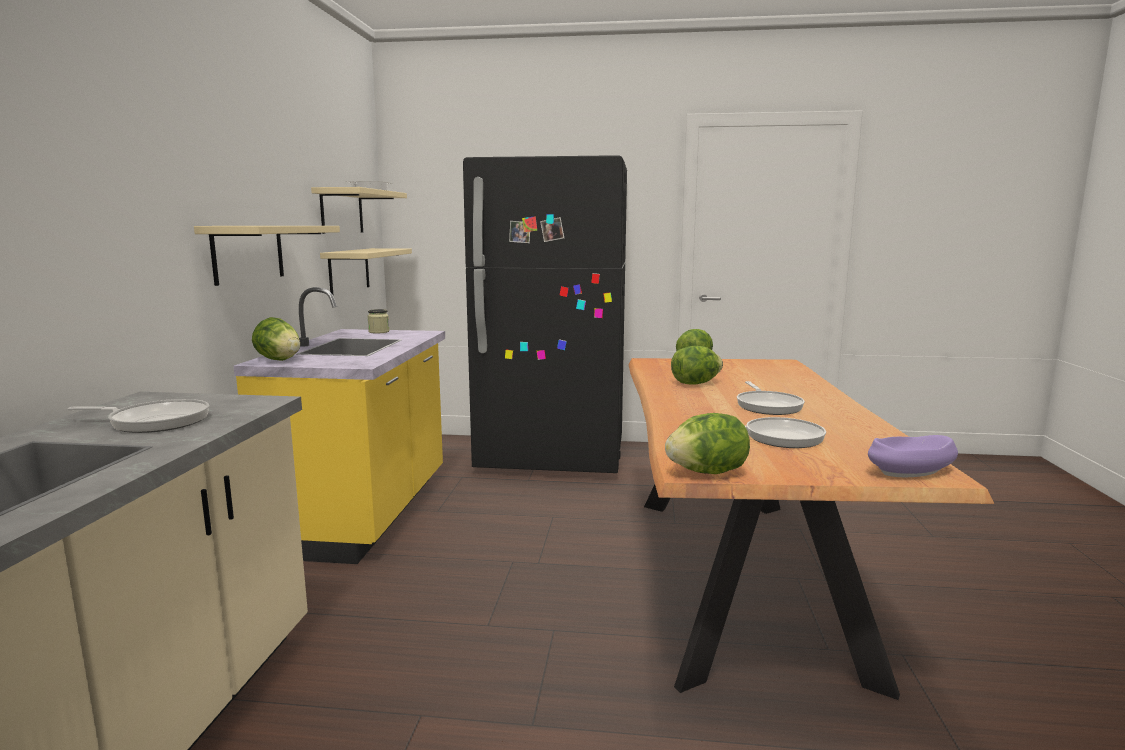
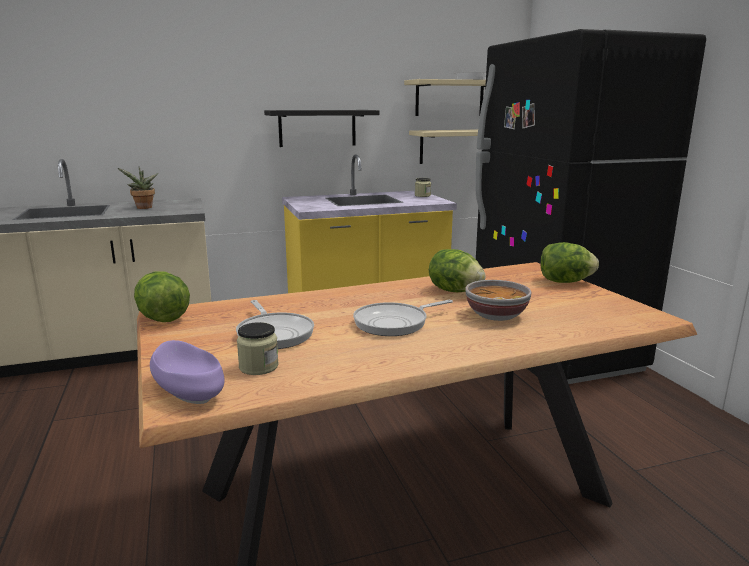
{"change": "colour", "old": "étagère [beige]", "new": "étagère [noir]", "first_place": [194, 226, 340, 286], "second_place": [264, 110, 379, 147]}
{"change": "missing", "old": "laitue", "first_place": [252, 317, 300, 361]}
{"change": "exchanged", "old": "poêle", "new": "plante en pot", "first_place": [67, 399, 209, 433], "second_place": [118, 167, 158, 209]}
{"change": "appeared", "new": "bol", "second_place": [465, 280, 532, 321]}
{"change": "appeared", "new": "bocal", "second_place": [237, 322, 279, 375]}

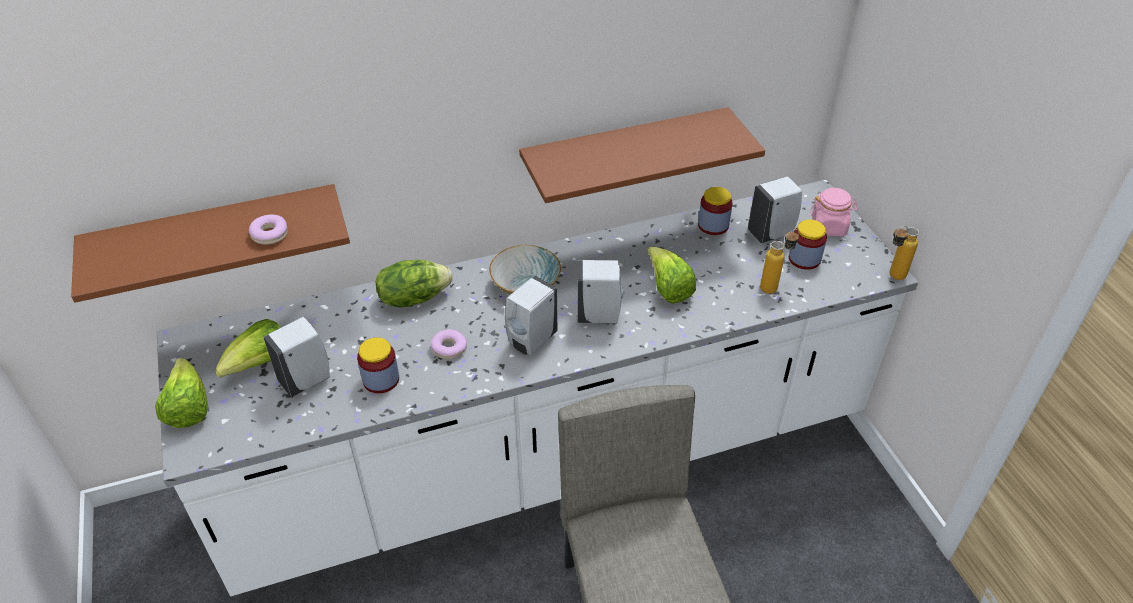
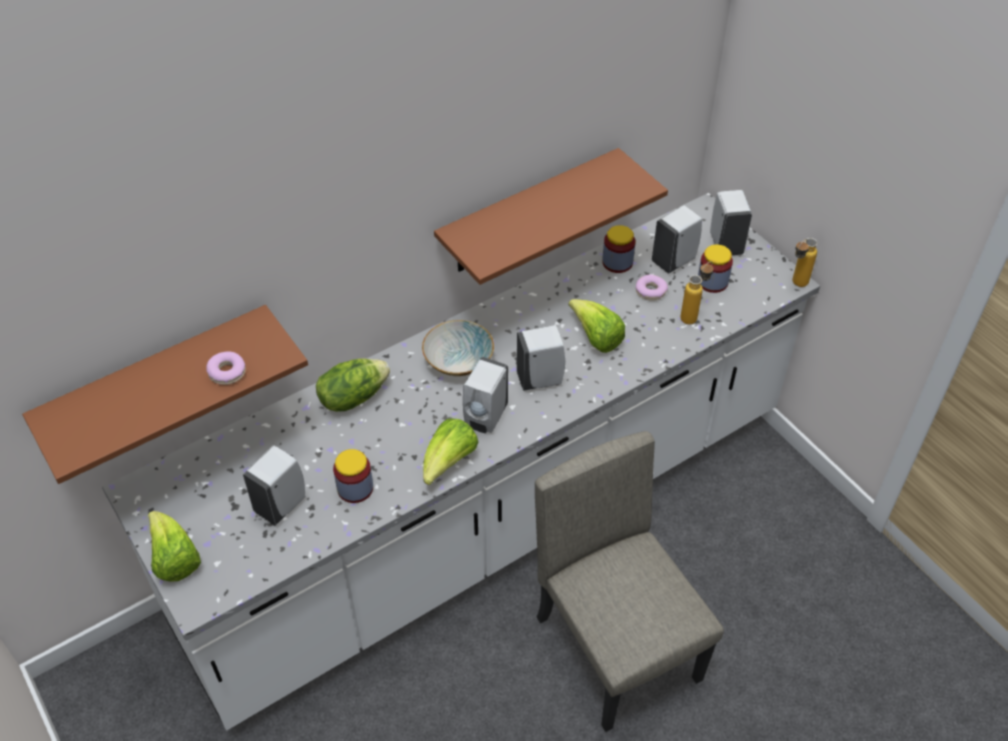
{"change": "exchanged", "old": "bocal [rose]", "new": "distributeur de savon [blanc]", "first_place": [810, 188, 858, 236], "second_place": [710, 190, 752, 255]}
{"change": "relocated", "old": "laitue", "first_place": [215, 319, 281, 378], "second_place": [423, 418, 478, 485]}
{"change": "relocated", "old": "beignet", "first_place": [431, 329, 467, 359], "second_place": [636, 275, 668, 301]}

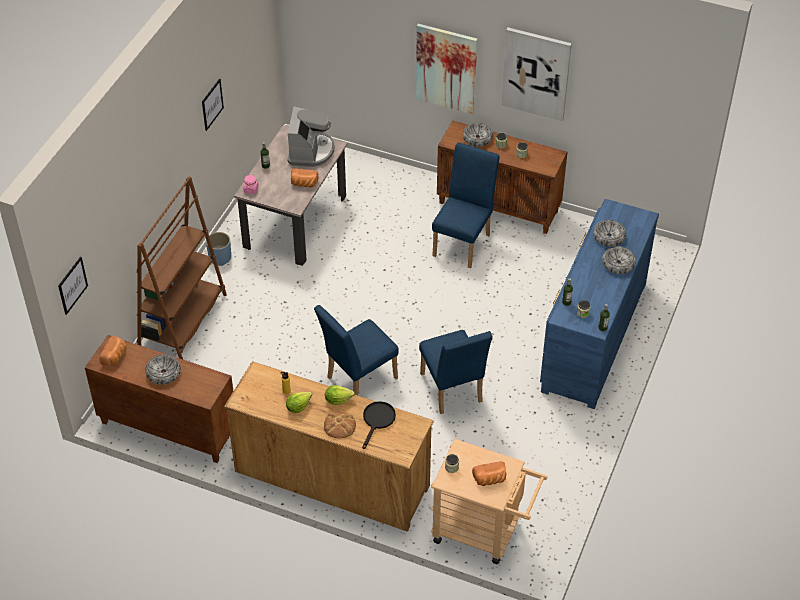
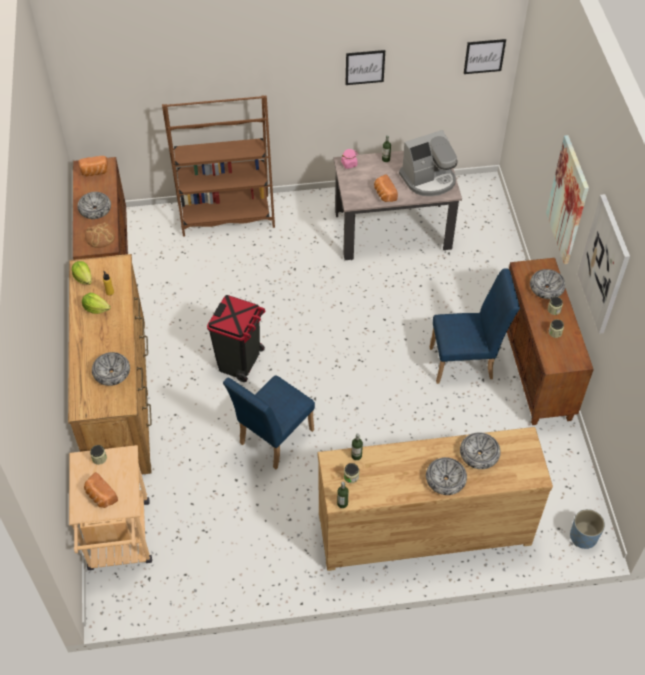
{"change": "colour", "old": "commode [bleu]", "new": "commode [marron]", "first_place": [540, 199, 659, 409], "second_place": [318, 427, 553, 571]}
{"change": "relocated", "old": "cache-pot [bleu]", "first_place": [206, 232, 231, 266], "second_place": [570, 509, 605, 549]}
{"change": "relocated", "old": "tableau", "first_place": [58, 257, 88, 315], "second_place": [464, 39, 506, 74]}
{"change": "exchanged", "old": "chaise [bleu]", "new": "poubelle [noir]", "first_place": [314, 305, 399, 395], "second_place": [207, 295, 265, 382]}
{"change": "relocated", "old": "laitue", "first_place": [325, 385, 355, 405], "second_place": [72, 261, 92, 285]}
{"change": "exchanged", "old": "poêle [noir]", "new": "bol", "first_place": [362, 401, 396, 449], "second_place": [92, 352, 130, 386]}
{"change": "relocated", "old": "pain", "first_place": [324, 412, 356, 438], "second_place": [85, 222, 115, 248]}

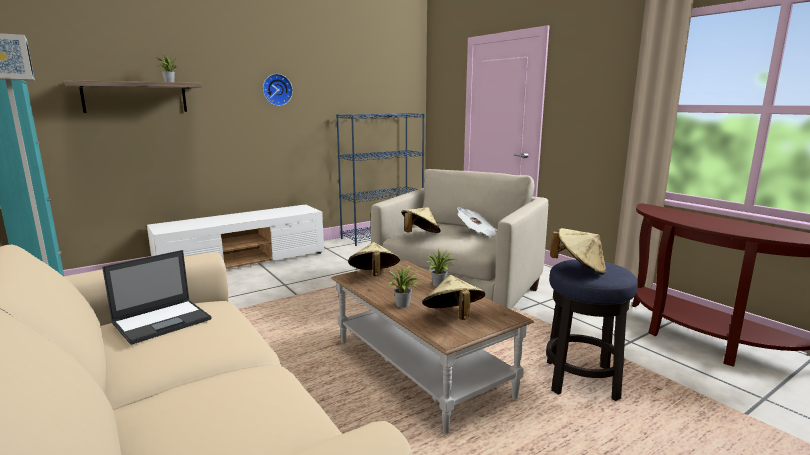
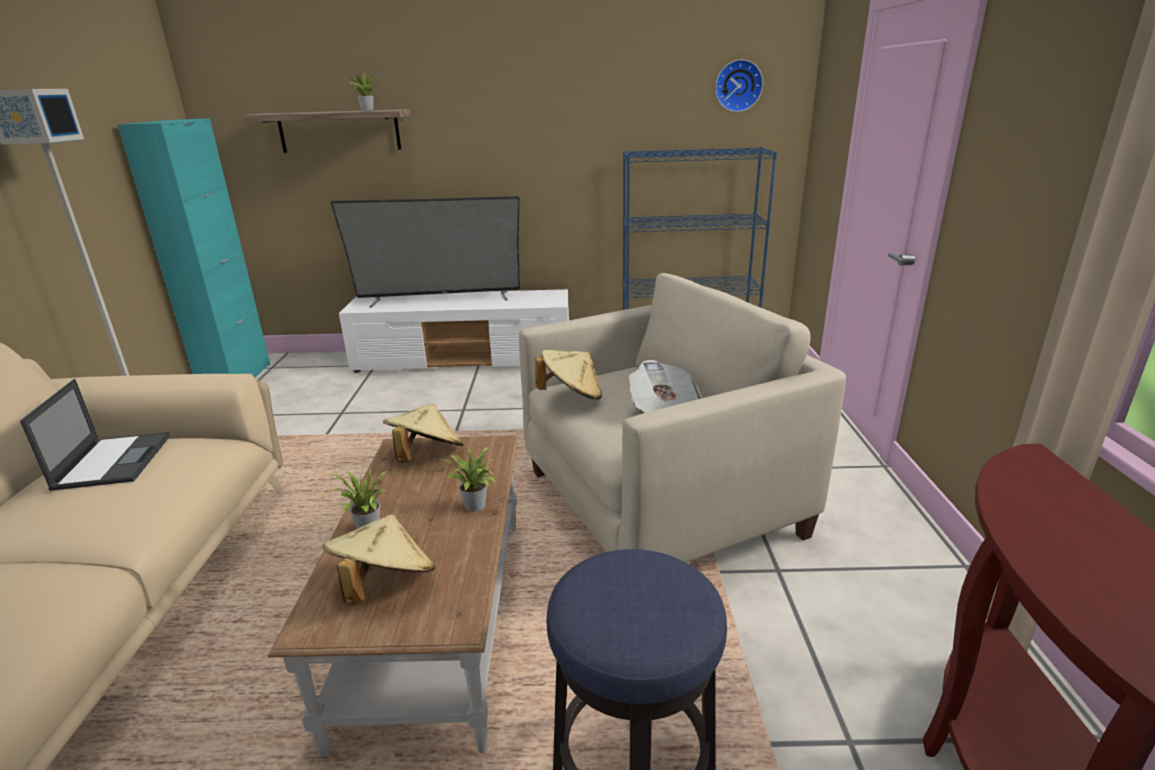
{"change": "relocated", "old": "horloge murale", "first_place": [263, 74, 293, 106], "second_place": [715, 59, 763, 112]}
{"change": "missing", "old": "chapeau [beige]", "first_place": [550, 228, 606, 275]}
{"change": "spun", "old": "ordinateur portable", "first_place": [102, 250, 211, 345], "second_place": [20, 379, 171, 491], "degrees": -90}
{"change": "appeared", "new": "téléviseur", "second_place": [330, 196, 520, 308]}

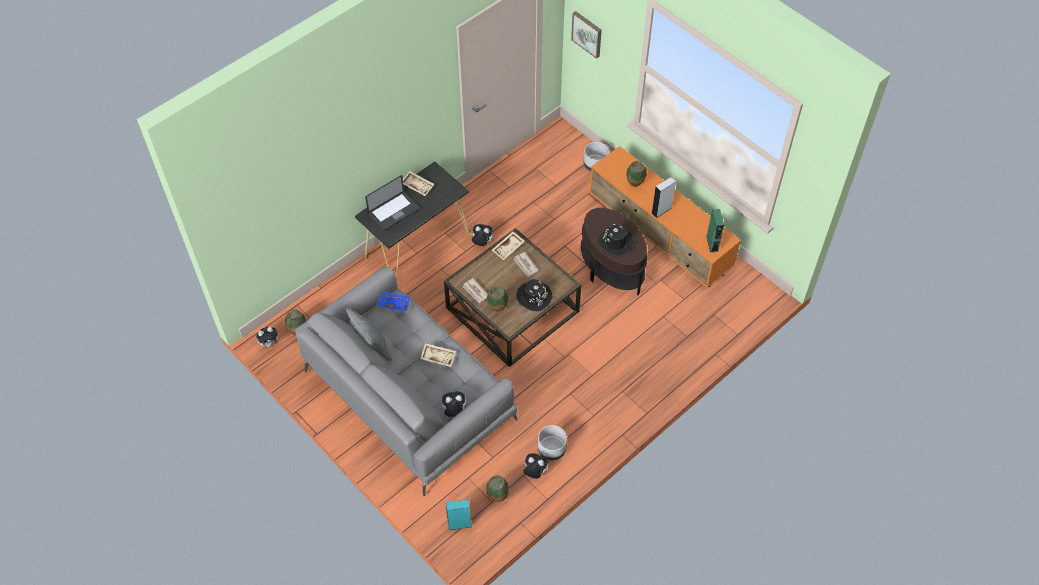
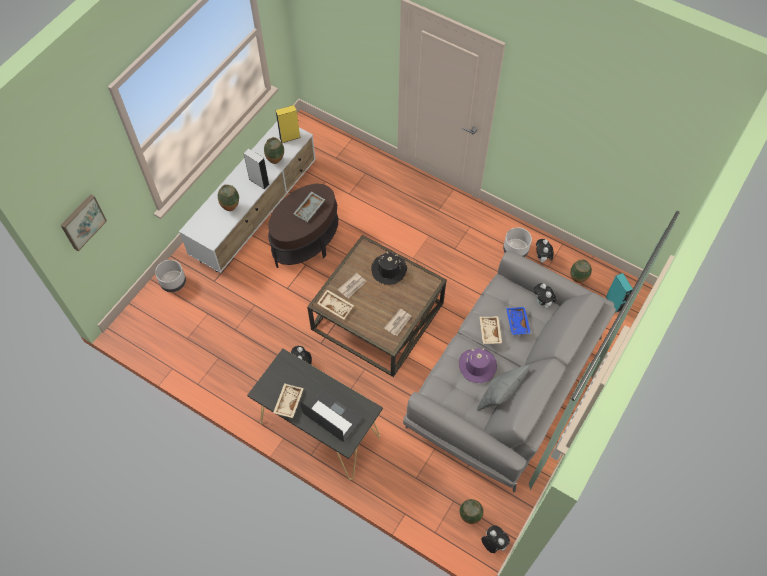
{"change": "colour", "old": "meuble télé [orange]", "new": "meuble télé [blanc]", "first_place": [589, 146, 741, 288], "second_place": [179, 122, 316, 273]}
{"change": "colour", "old": "enceinte [vert]", "new": "enceinte [jaune]", "first_place": [706, 209, 724, 252], "second_place": [275, 105, 301, 143]}
{"change": "exchanged", "old": "chapeau [noir]", "new": "plateau [gris]", "first_place": [598, 223, 633, 255], "second_place": [294, 192, 325, 222]}
{"change": "relocated", "old": "vase", "first_place": [487, 286, 508, 312], "second_place": [264, 137, 284, 164]}
{"change": "relocated", "old": "plateau [bleu]", "first_place": [376, 291, 411, 312], "second_place": [506, 307, 531, 335]}
{"change": "appeared", "new": "chapeau [violet]", "second_place": [459, 348, 497, 383]}

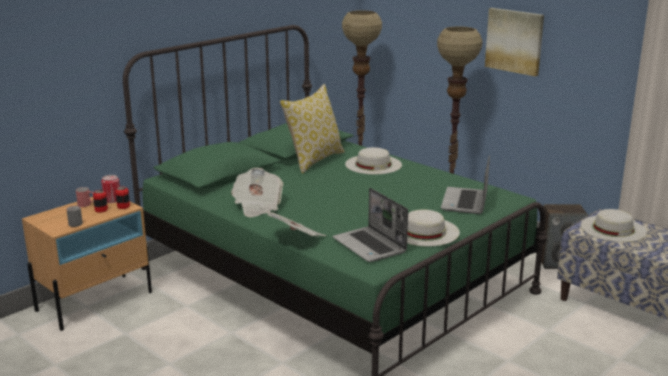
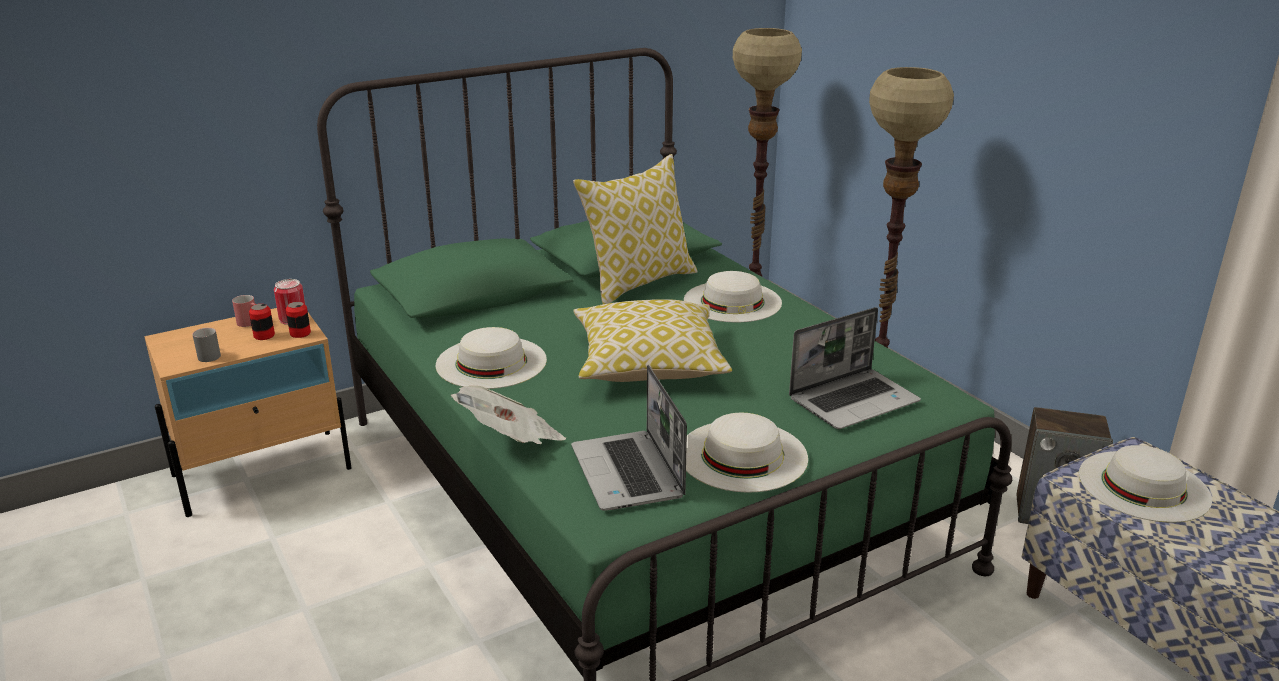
{"change": "missing", "old": "tableau", "first_place": [485, 8, 544, 76]}
{"change": "spun", "old": "ordinateur portable", "first_place": [441, 155, 490, 214], "second_place": [789, 307, 921, 429], "degrees": -150}
{"change": "exchanged", "old": "journal", "new": "chapeau [blanc]", "first_place": [231, 168, 283, 217], "second_place": [436, 327, 547, 389]}
{"change": "appeared", "new": "coussin", "second_place": [573, 299, 732, 382]}

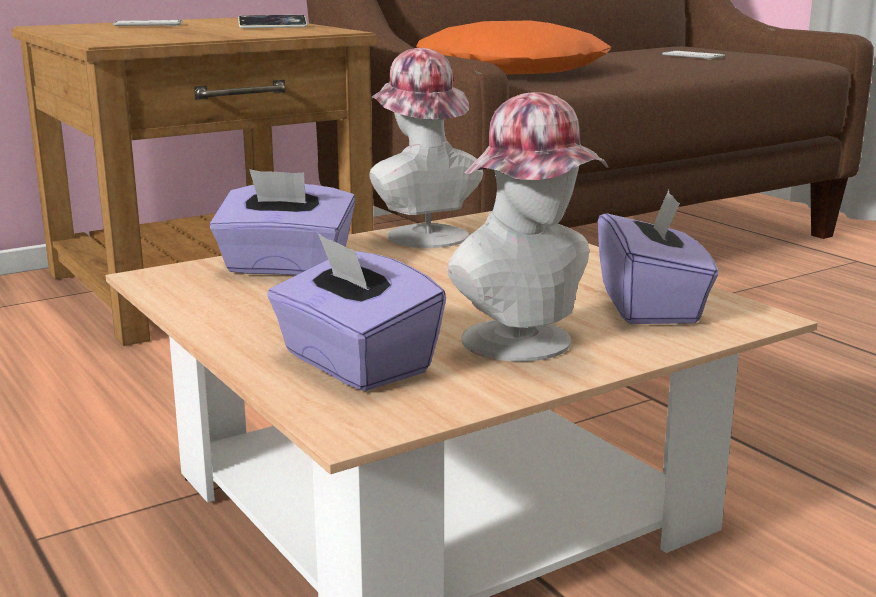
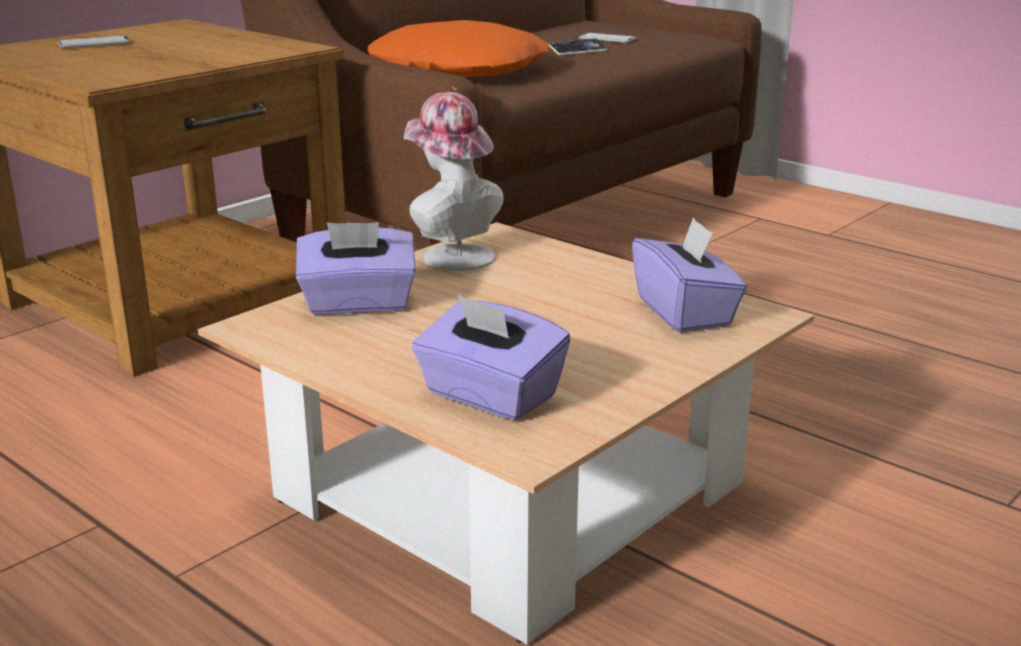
{"change": "relocated", "old": "téléphone", "first_place": [238, 15, 307, 28], "second_place": [549, 38, 608, 55]}
{"change": "missing", "old": "chapeau", "first_place": [447, 92, 609, 361]}

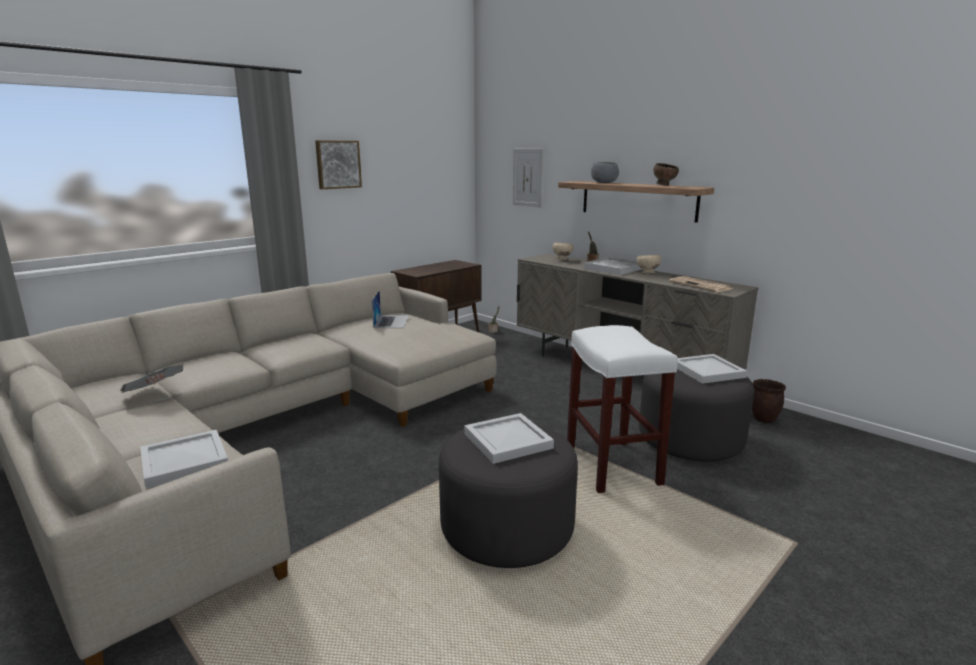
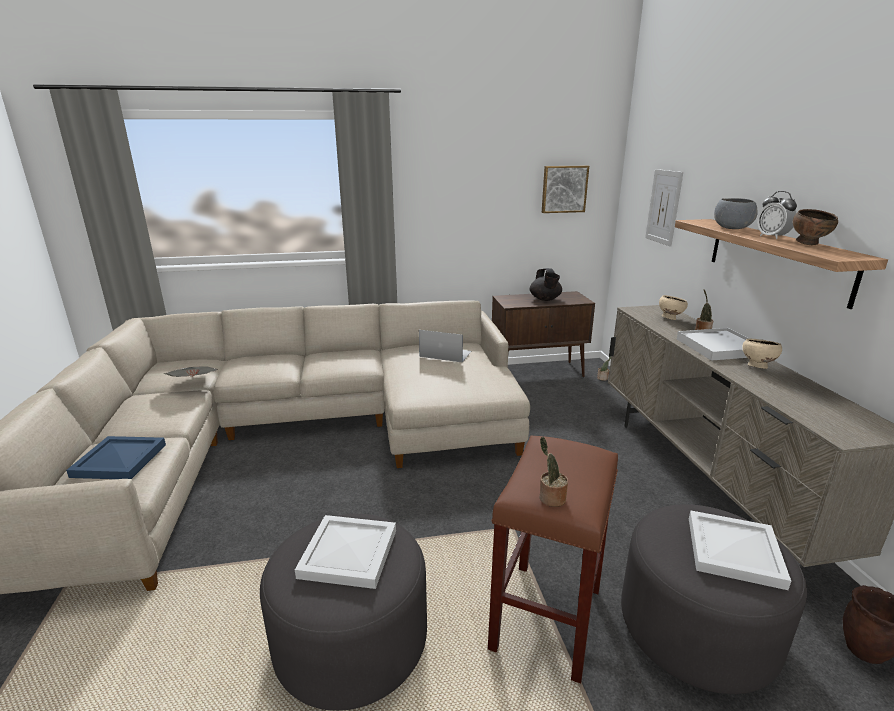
{"change": "relocated", "old": "tableau", "first_place": [315, 140, 362, 189], "second_place": [542, 166, 589, 213]}
{"change": "missing", "old": "journal", "first_place": [669, 276, 733, 292]}
{"change": "spun", "old": "ordinateur portable", "first_place": [372, 291, 409, 328], "second_place": [419, 330, 471, 363], "degrees": -105}
{"change": "colour", "old": "tabouret [blanc]", "new": "tabouret [marron]", "first_place": [567, 325, 678, 493], "second_place": [488, 435, 618, 683]}
{"change": "colour", "old": "plateau [blanc]", "new": "plateau [bleu]", "first_place": [140, 429, 228, 489], "second_place": [66, 436, 166, 479]}
{"change": "appeared", "new": "réveil", "second_place": [757, 191, 797, 239]}
{"change": "appeared", "new": "théière [noir]", "second_place": [530, 268, 562, 301]}
{"change": "appeared", "new": "plante en pot", "second_place": [540, 437, 568, 507]}

